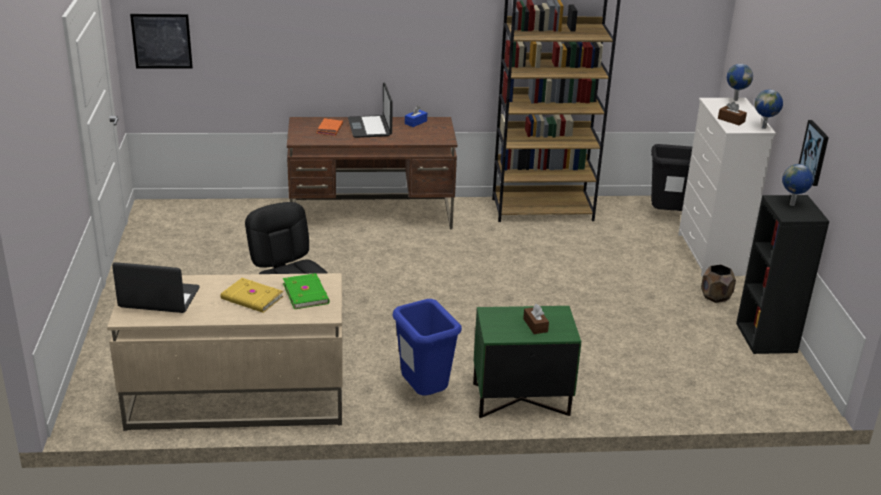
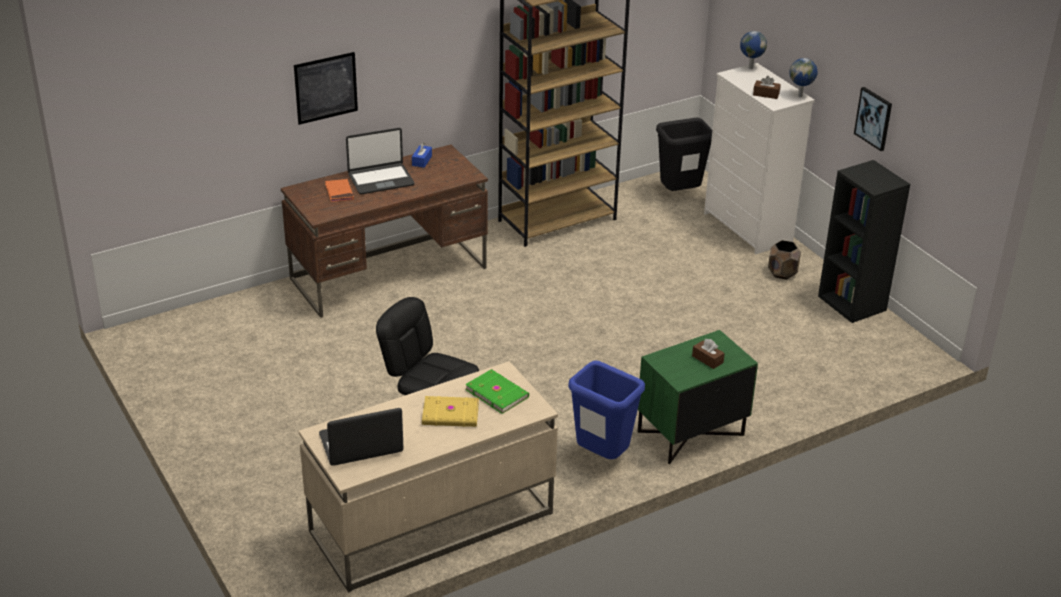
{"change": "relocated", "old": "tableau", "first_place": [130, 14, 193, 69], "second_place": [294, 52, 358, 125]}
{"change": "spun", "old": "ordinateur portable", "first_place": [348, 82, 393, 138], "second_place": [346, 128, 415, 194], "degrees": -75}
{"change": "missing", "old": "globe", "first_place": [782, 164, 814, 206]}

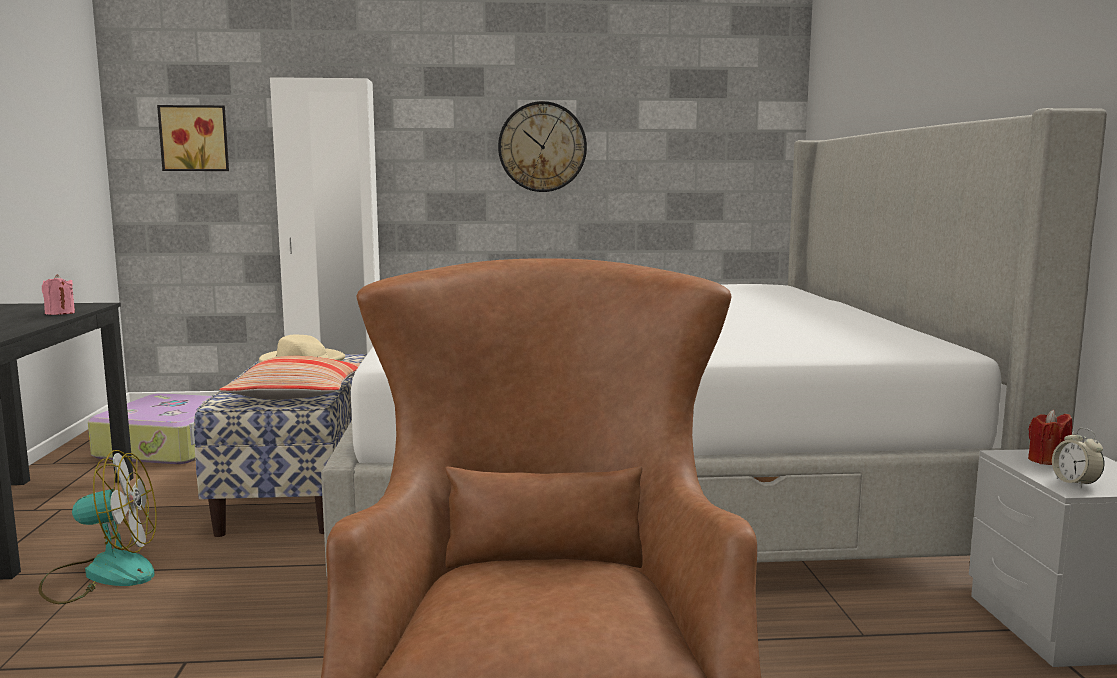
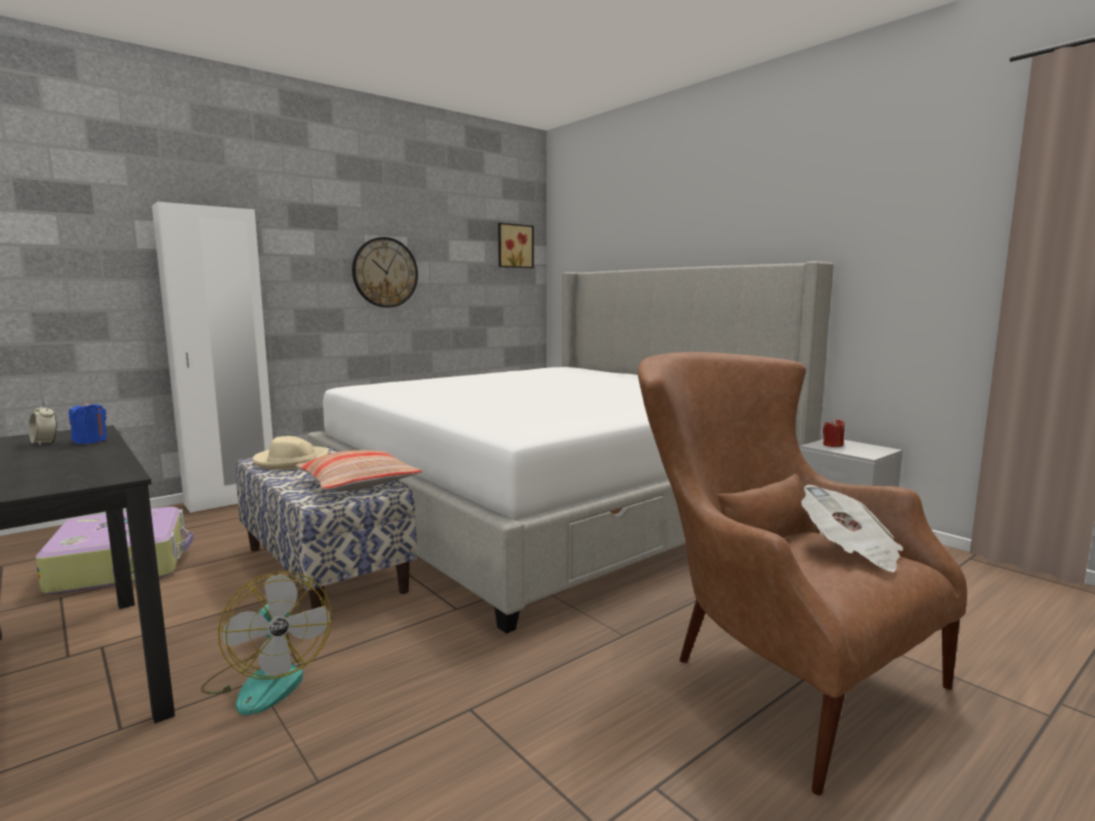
{"change": "relocated", "old": "tableau", "first_place": [157, 105, 229, 171], "second_place": [498, 223, 534, 268]}
{"change": "colour", "old": "bougie [rose]", "new": "bougie [bleu]", "first_place": [42, 274, 75, 315], "second_place": [69, 400, 107, 444]}
{"change": "relocated", "old": "réveil", "first_place": [1052, 428, 1104, 489], "second_place": [29, 401, 57, 445]}
{"change": "spun", "old": "ventilateur", "first_place": [39, 450, 157, 604], "second_place": [201, 571, 332, 715], "degrees": 105}
{"change": "appeared", "new": "journal", "second_place": [801, 485, 903, 572]}

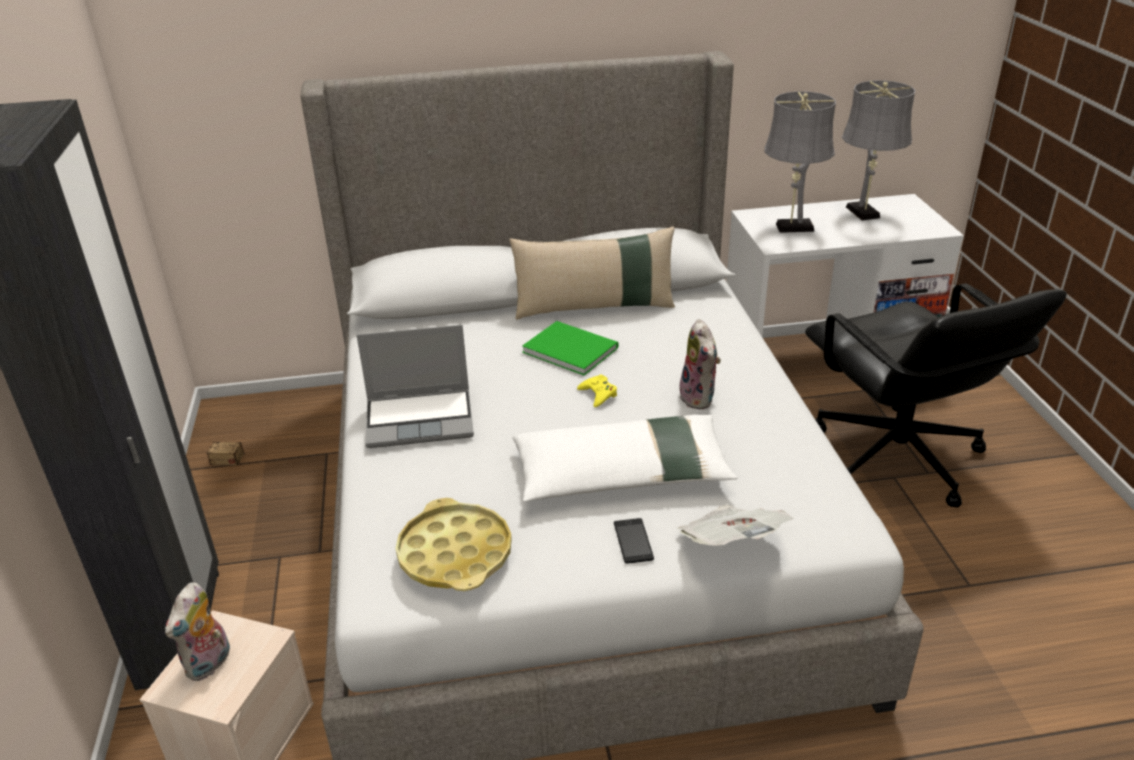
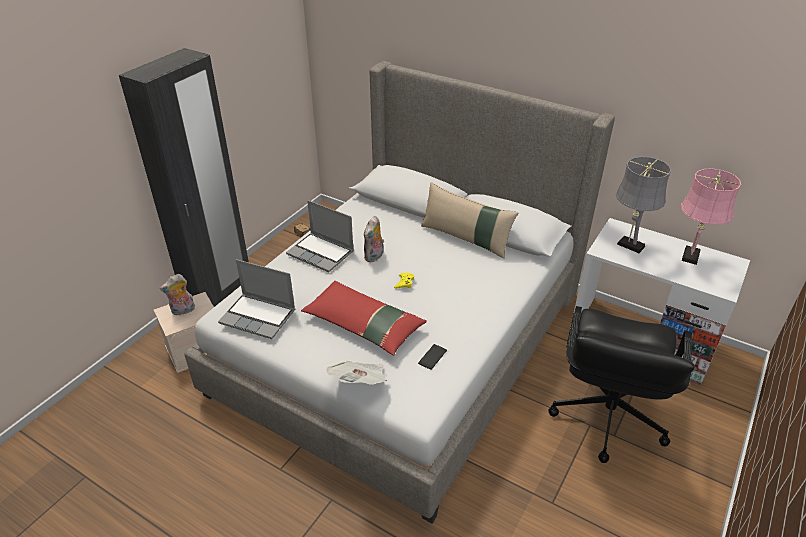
{"change": "colour", "old": "lampe de table [gris]", "new": "lampe de table [rose]", "first_place": [842, 80, 915, 221], "second_place": [681, 168, 741, 265]}
{"change": "relocated", "old": "peluche", "first_place": [680, 319, 721, 409], "second_place": [364, 216, 384, 263]}
{"change": "missing", "old": "livre [vert]", "first_place": [522, 321, 619, 375]}
{"change": "colour", "old": "coussin [blanc]", "new": "coussin [rouge]", "first_place": [513, 415, 737, 502], "second_place": [301, 281, 427, 356]}
{"change": "exchanged", "old": "plateau [jaune]", "new": "ordinateur portable", "first_place": [395, 498, 512, 591], "second_place": [218, 259, 295, 339]}
{"change": "relocated", "old": "téléphone", "first_place": [614, 518, 654, 564], "second_place": [418, 344, 447, 370]}

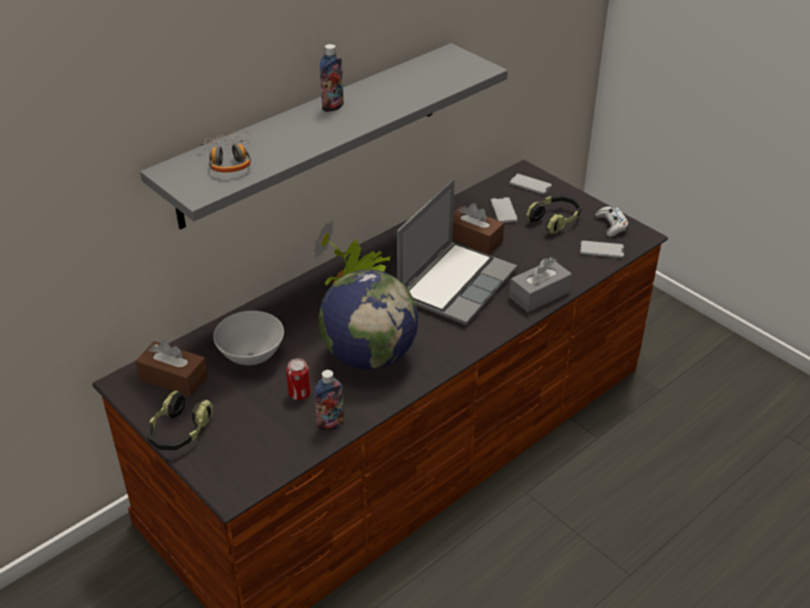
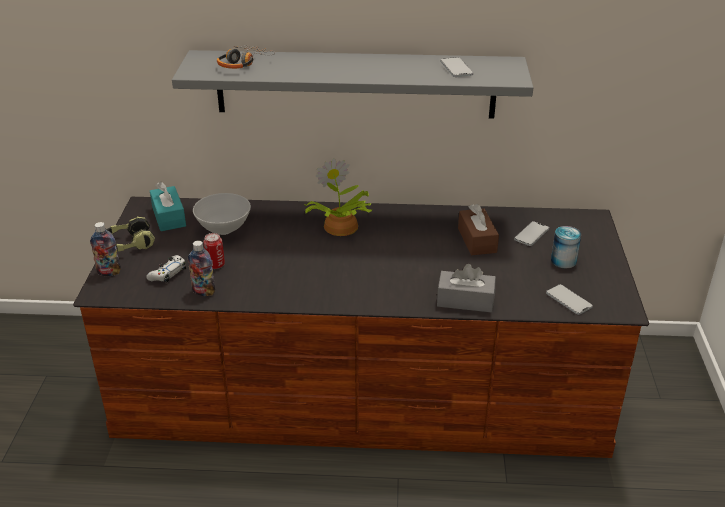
{"change": "relocated", "old": "bouteille", "first_place": [320, 44, 344, 112], "second_place": [90, 222, 121, 276]}
{"change": "relocated", "old": "téléphone", "first_place": [509, 174, 552, 194], "second_place": [440, 57, 473, 77]}
{"change": "missing", "old": "ordinateur portable", "first_place": [397, 179, 517, 325]}
{"change": "exchanged", "old": "casque audio", "new": "boîte métallique", "first_place": [526, 195, 582, 234], "second_place": [551, 226, 581, 268]}
{"change": "relocated", "old": "manette [blanc]", "first_place": [595, 207, 629, 237], "second_place": [146, 255, 186, 282]}
{"change": "missing", "old": "globe", "first_place": [319, 270, 418, 370]}
{"change": "colour", "old": "boîte à mouchoirs [marron]", "new": "boîte à mouchoirs [turquoise]", "first_place": [136, 341, 208, 397], "second_place": [150, 182, 186, 231]}

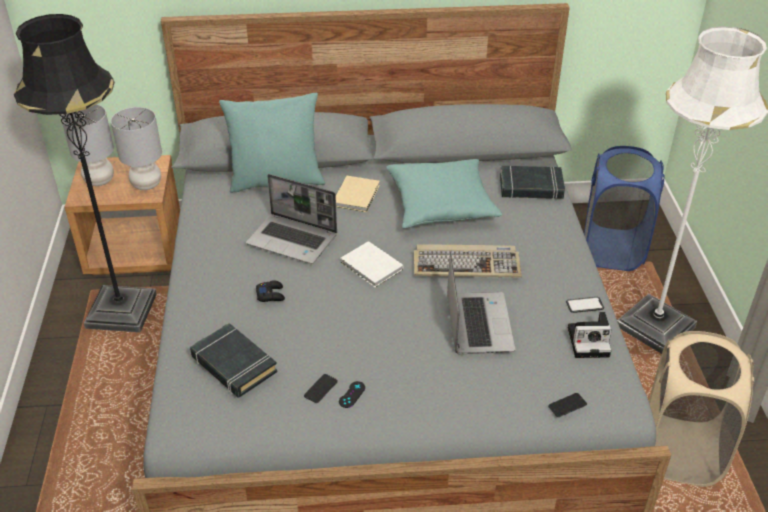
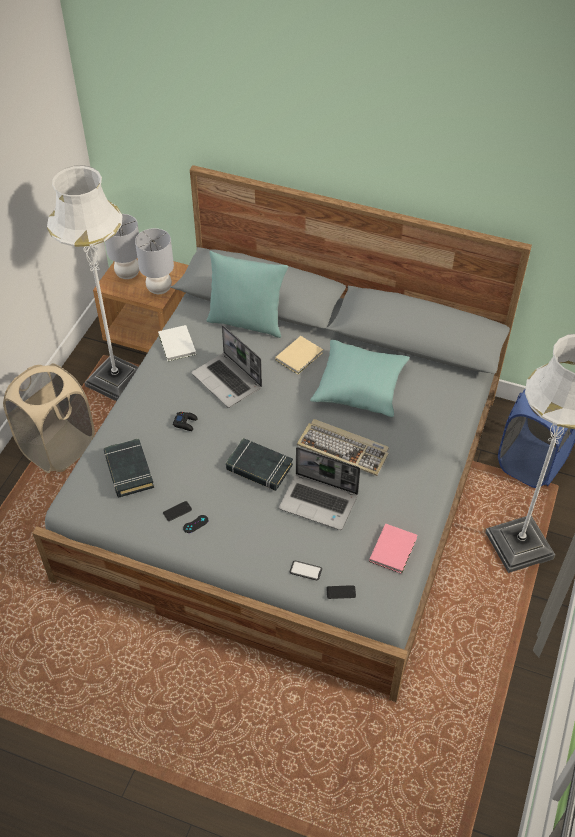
{"change": "colour", "old": "lampadaire [noir]", "new": "lampadaire [blanc]", "first_place": [14, 14, 157, 333], "second_place": [47, 165, 138, 401]}
{"change": "relocated", "old": "livre [noir]", "first_place": [500, 166, 565, 200], "second_place": [226, 438, 293, 491]}
{"change": "relocated", "old": "livre [blanc]", "first_place": [340, 241, 403, 287], "second_place": [158, 325, 196, 361]}
{"change": "spun", "old": "ordinateur portable", "first_place": [447, 254, 515, 354], "second_place": [279, 447, 360, 530], "degrees": 90}
{"change": "relocated", "old": "téléphone", "first_place": [566, 297, 604, 313], "second_place": [290, 561, 322, 580]}
{"change": "exchanged", "old": "appareil photo", "new": "livre [rose]", "first_place": [568, 312, 612, 358], "second_place": [369, 523, 417, 574]}
{"change": "relocated", "old": "panier à linge [beige]", "first_place": [649, 331, 754, 487], "second_place": [3, 363, 95, 473]}

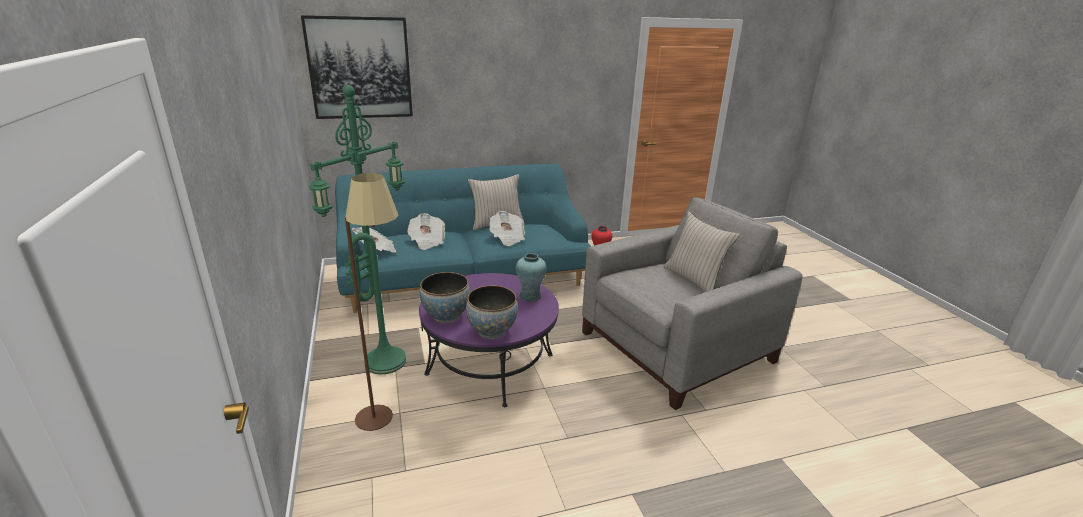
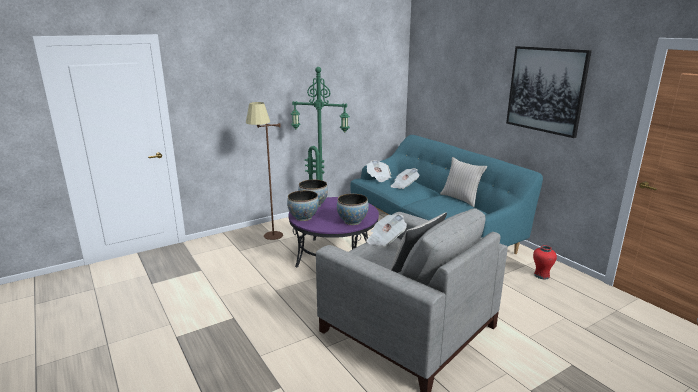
{"change": "relocated", "old": "tableau", "first_place": [301, 15, 413, 119], "second_place": [506, 46, 592, 138]}
{"change": "relocated", "old": "journal", "first_place": [489, 211, 525, 246], "second_place": [366, 214, 407, 247]}
{"change": "exchanged", "old": "vase [turquoise]", "new": "bol", "first_place": [516, 253, 547, 302], "second_place": [337, 194, 369, 225]}

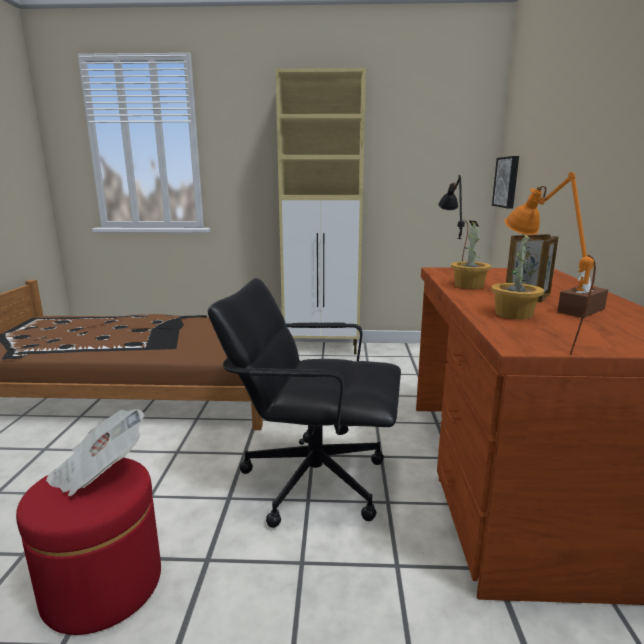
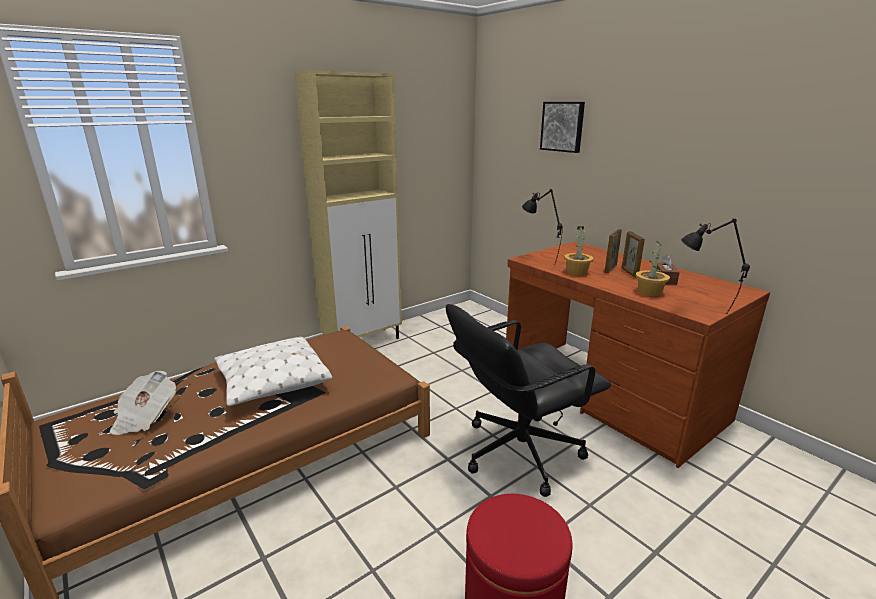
{"change": "relocated", "old": "tableau", "first_place": [492, 156, 519, 208], "second_place": [540, 102, 585, 153]}
{"change": "colour", "old": "lampe de table [orange]", "new": "lampe de table [noir]", "first_place": [505, 172, 596, 355], "second_place": [681, 219, 750, 313]}
{"change": "relocated", "old": "journal", "first_place": [46, 409, 145, 496], "second_place": [110, 371, 176, 435]}
{"change": "appeared", "new": "coussin [blanc]", "second_place": [214, 337, 332, 406]}

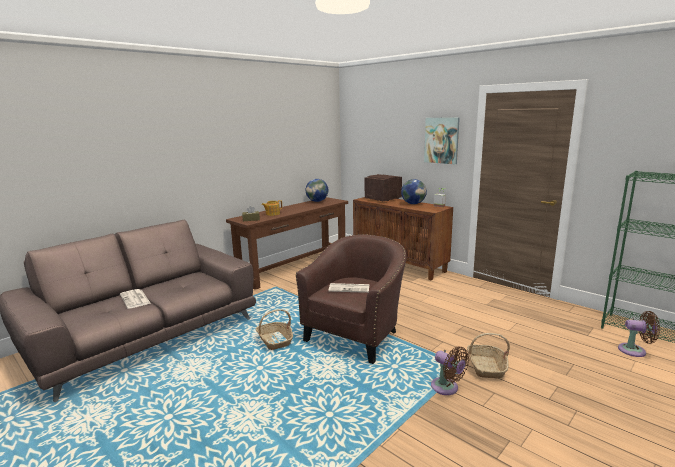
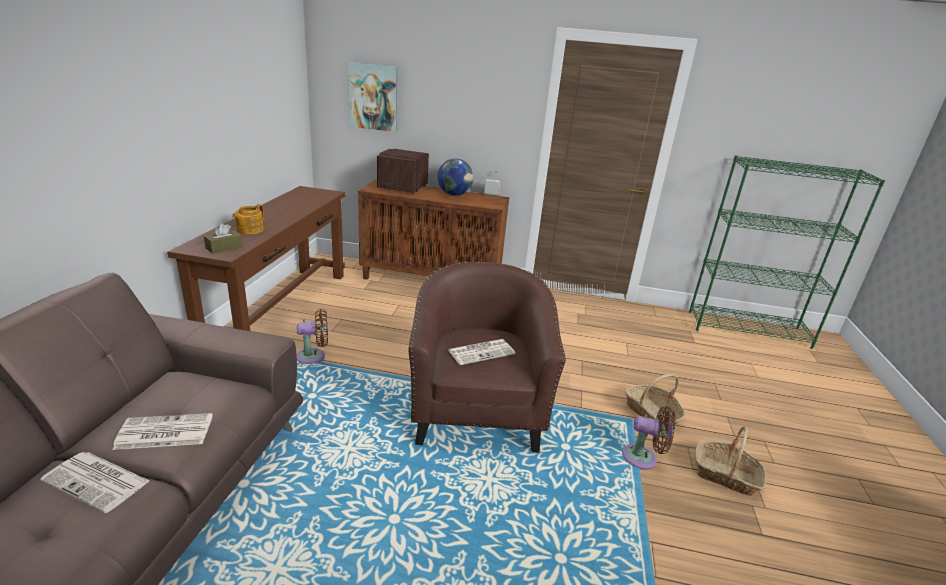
{"change": "relocated", "old": "tableau", "first_place": [424, 118, 460, 164], "second_place": [348, 62, 398, 132]}
{"change": "missing", "old": "globe", "first_place": [306, 179, 328, 202]}
{"change": "relocated", "old": "panier", "first_place": [256, 309, 293, 350], "second_place": [695, 427, 766, 496]}
{"change": "relocated", "old": "ventilateur [marron]", "first_place": [618, 311, 660, 357], "second_place": [297, 309, 328, 364]}
{"change": "appeared", "new": "journal", "second_place": [113, 413, 213, 450]}

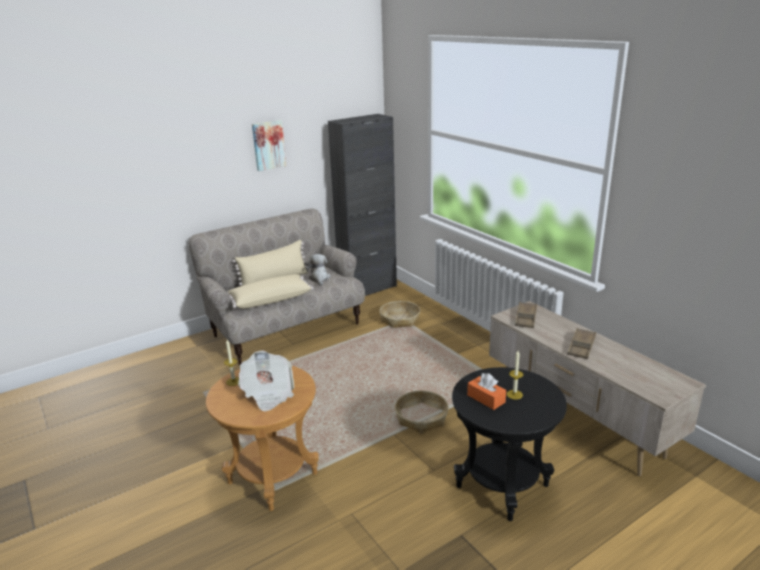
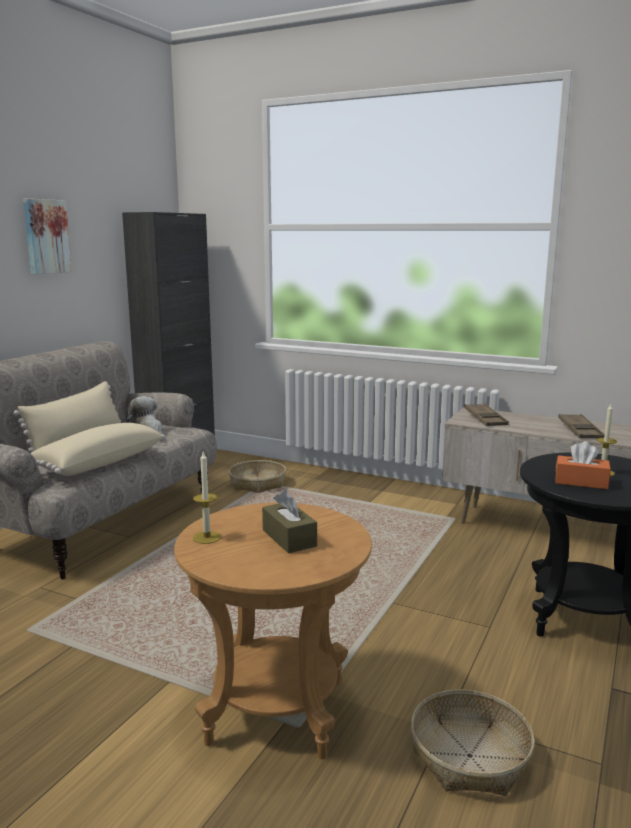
{"change": "exchanged", "old": "journal", "new": "boîte à mouchoirs [marron]", "first_place": [238, 351, 294, 412], "second_place": [262, 490, 317, 553]}
{"change": "relocated", "old": "panier", "first_place": [395, 391, 449, 434], "second_place": [411, 690, 535, 796]}

